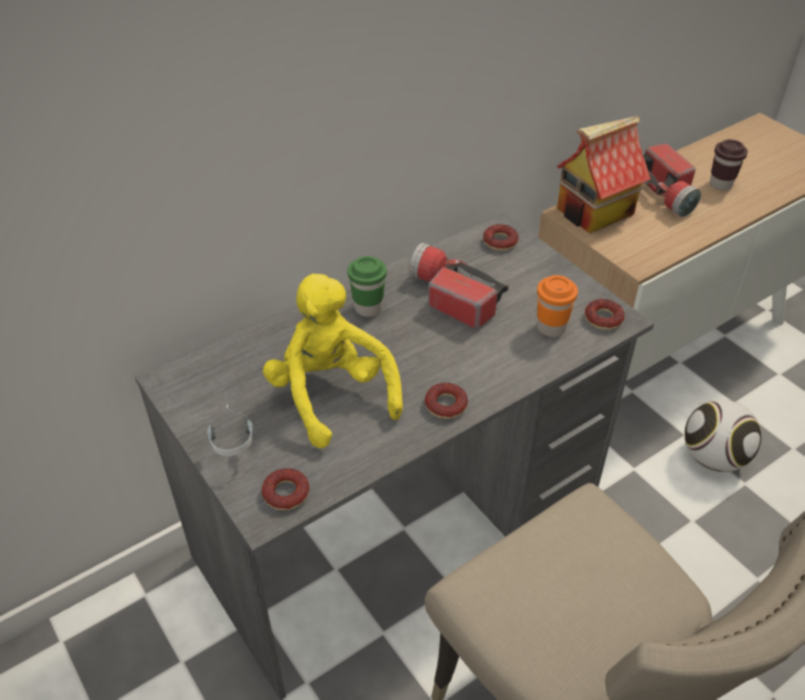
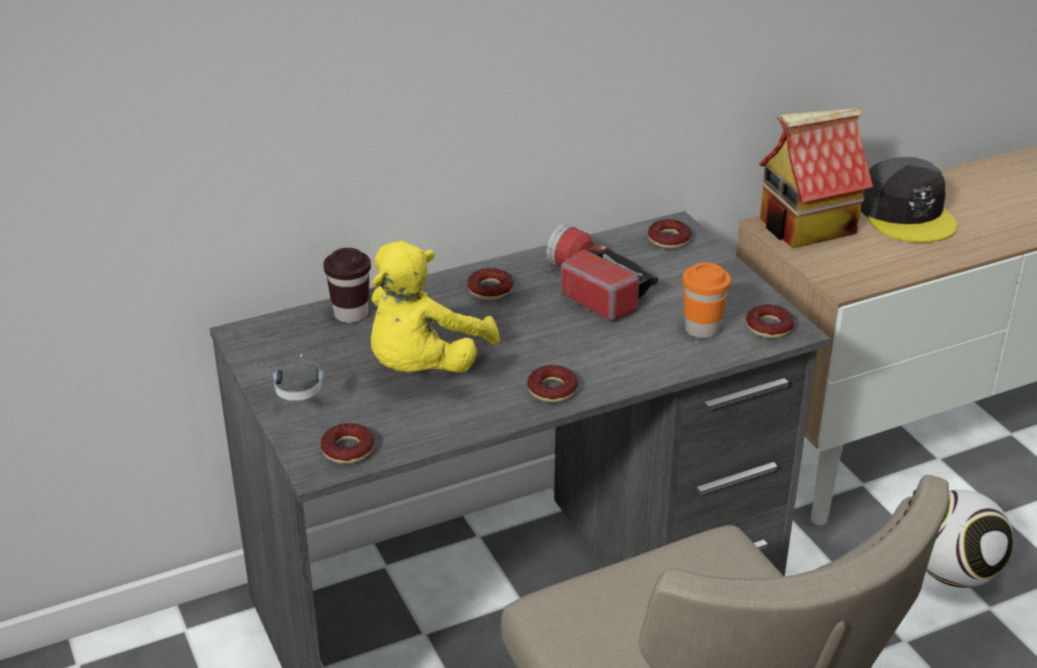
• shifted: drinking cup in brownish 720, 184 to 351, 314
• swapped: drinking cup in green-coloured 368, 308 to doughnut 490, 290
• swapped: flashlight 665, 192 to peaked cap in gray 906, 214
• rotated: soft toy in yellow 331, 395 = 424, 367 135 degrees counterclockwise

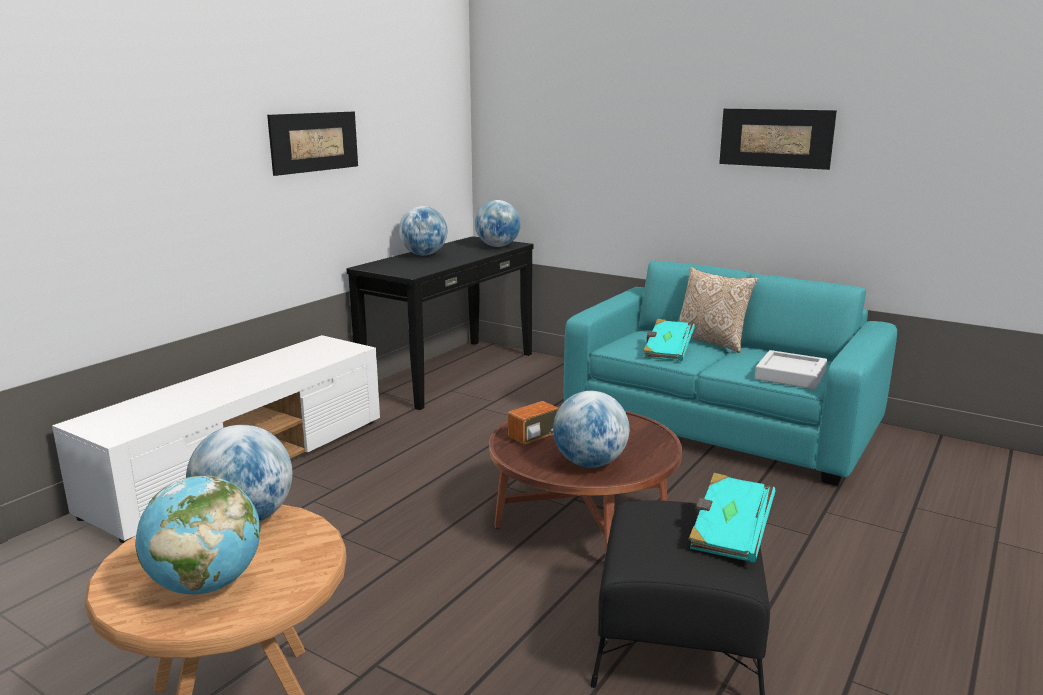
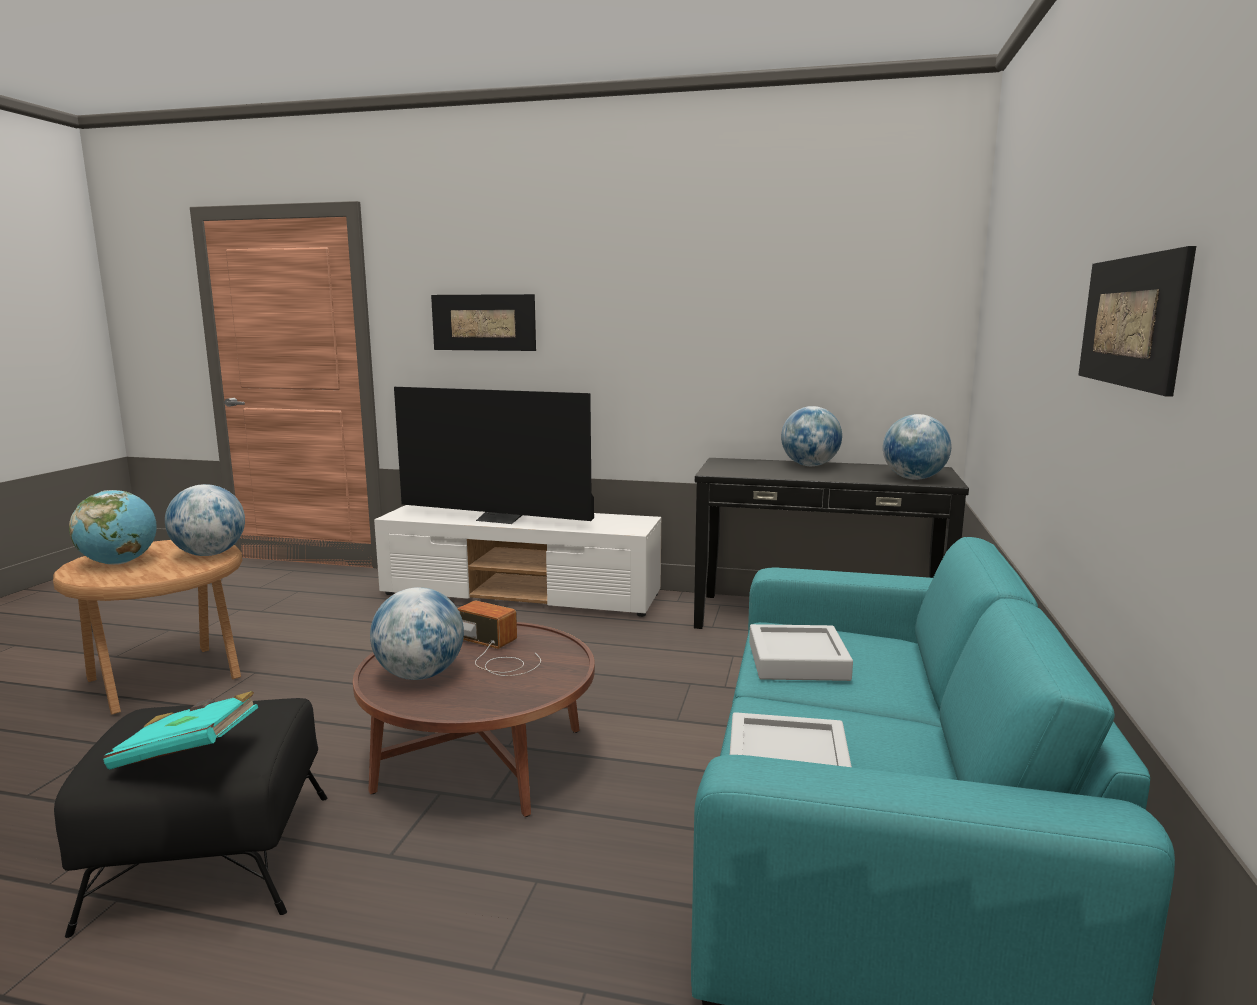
• gone: pillow 711, 342
• new: television 500, 519
• shifted: picture 314, 142 to 483, 322
• swapped: book in turquoise 667, 352 to serving tray in gray 797, 661

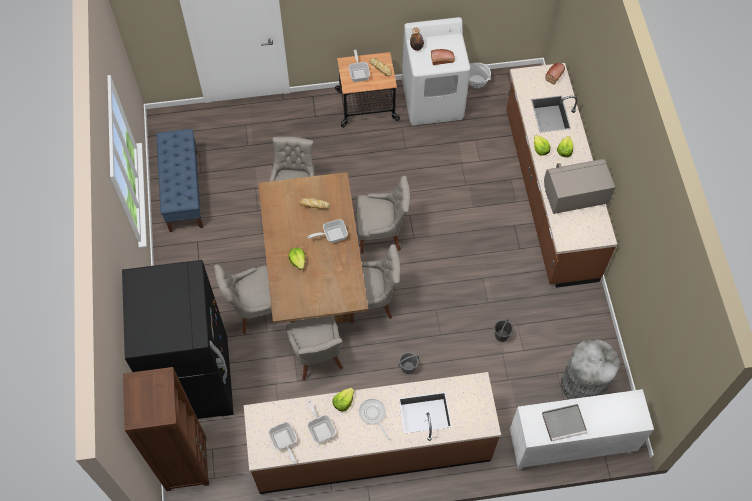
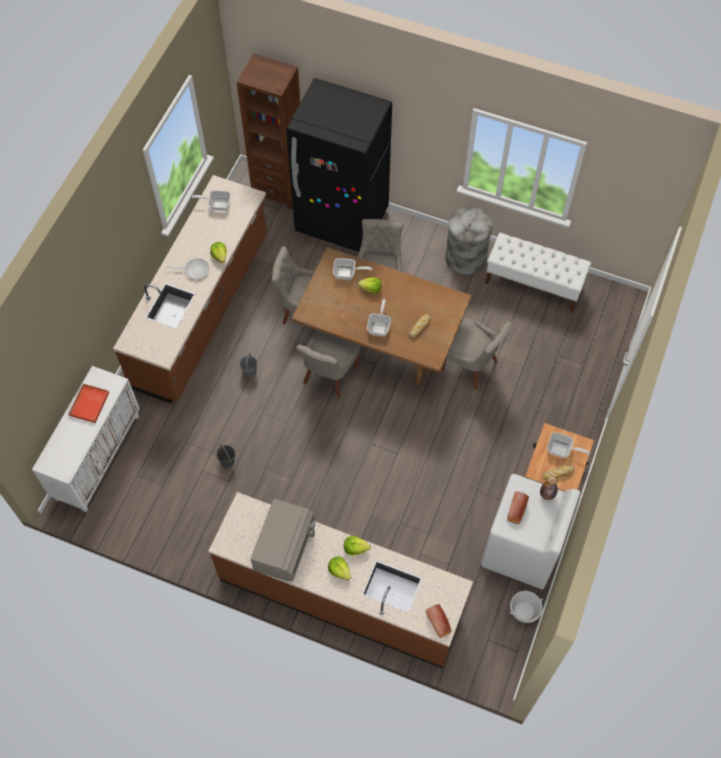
• gone: chair in gray 381, 234
• shifted: pan 320, 428 to 347, 273
• shifted: trash can in gray 583, 384 to 466, 258
• repainted: bench in blue 183, 191 to bench in white-coloured 534, 284
• repainted: serving tray in gray 564, 422 to serving tray in red-coloured 89, 405

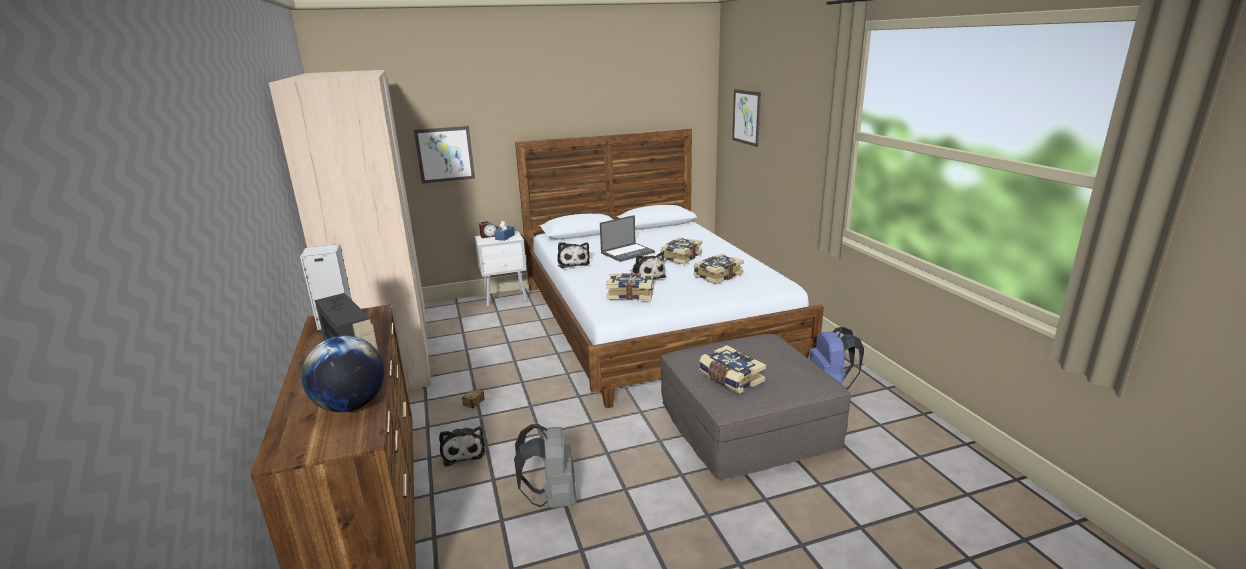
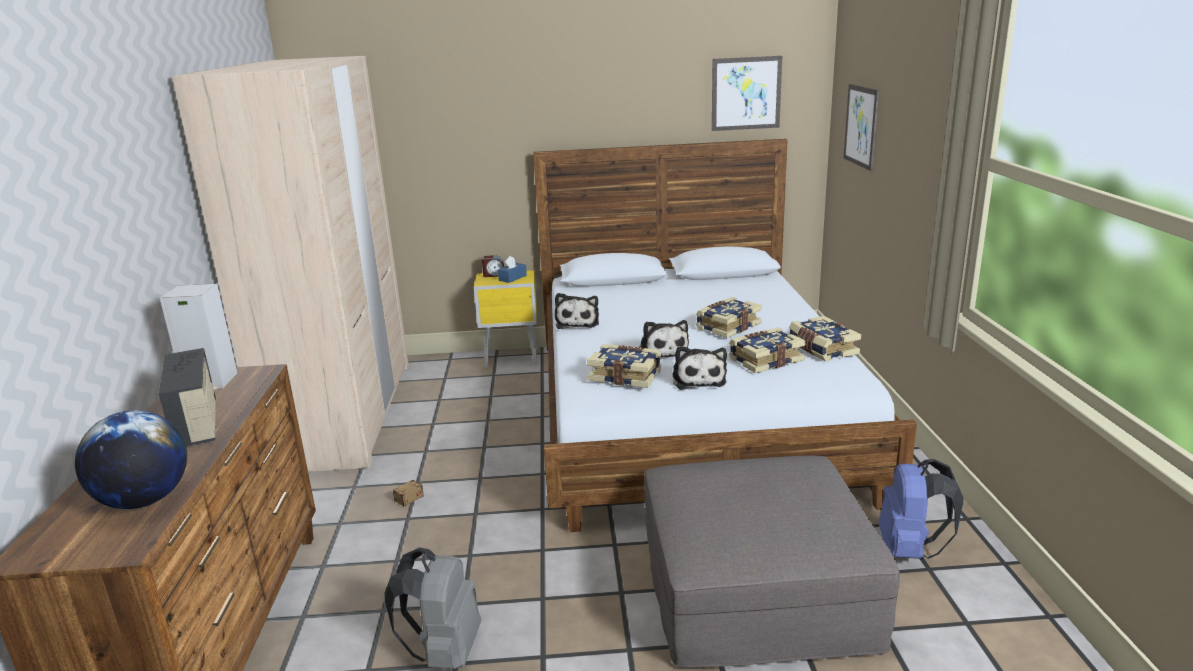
• gone: laptop 628, 252
• shifted: picture 445, 154 to 746, 93
• shifted: soft toy 463, 452 to 698, 379
• shifted: book 730, 378 to 821, 349
• repainted: bedside table in white-coloured 506, 299 to bedside table in yellow 513, 359

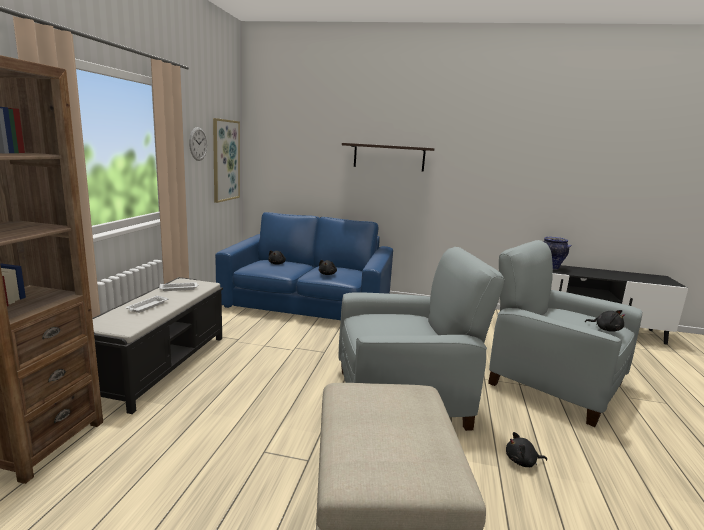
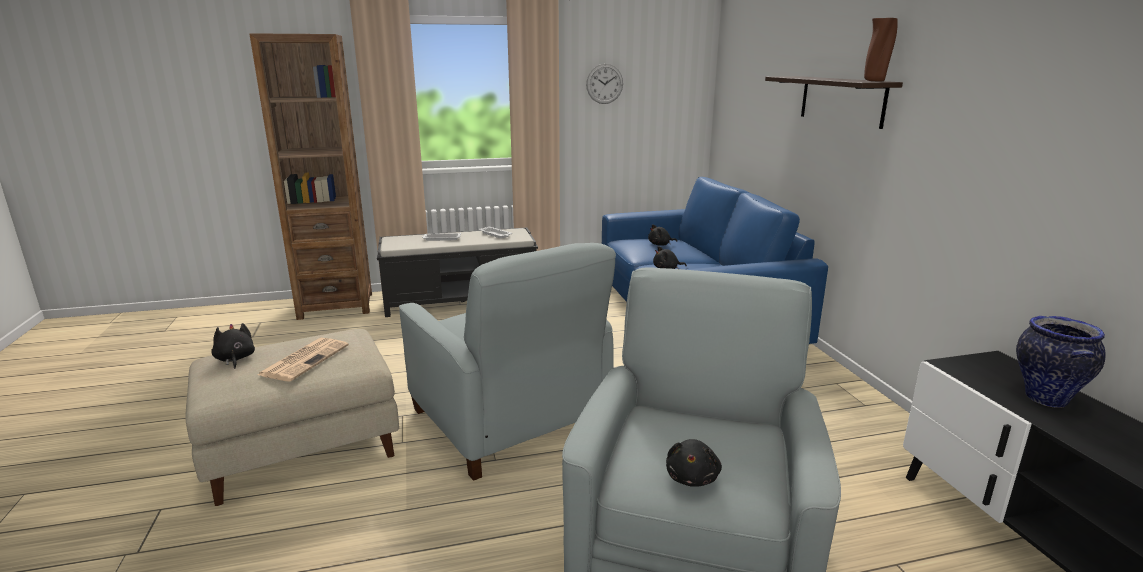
• gone: picture 225, 160
• new: printed paper 305, 359
• new: decorative vase in brownish 875, 81
• shifted: soft toy in blackish 522, 461 to 235, 359

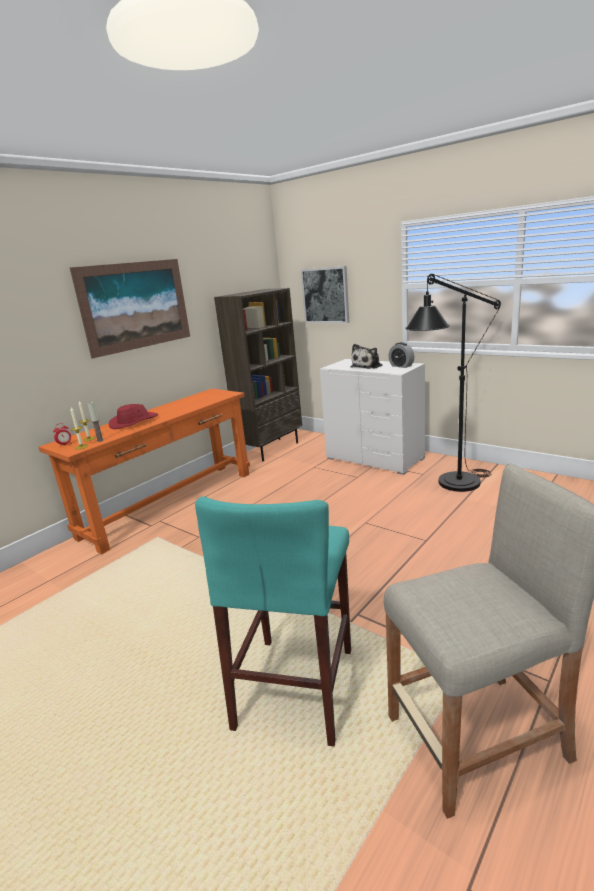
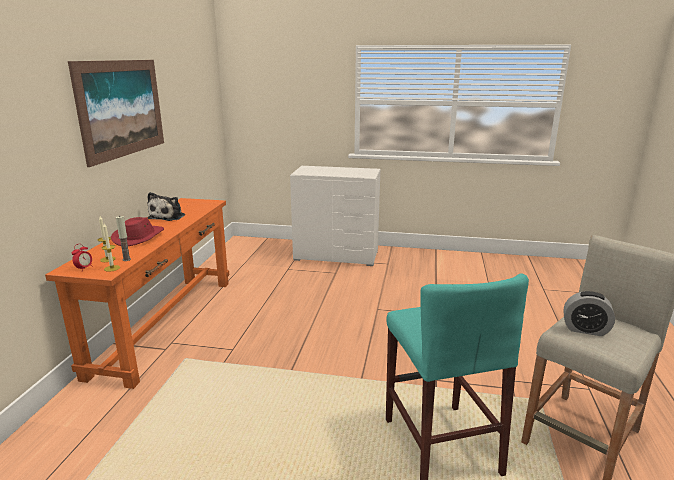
• gone: bookshelf in brownish 271, 449
• gone: picture 325, 295
• gone: standard lamp in blackish 450, 486
• shifted: soft toy 368, 366 to 168, 216
• shifted: table clock 401, 366 to 585, 329

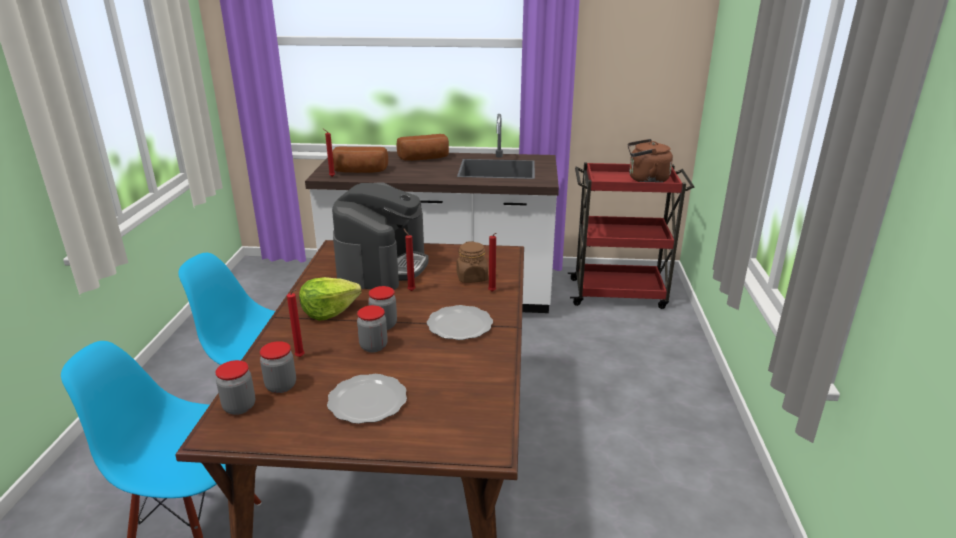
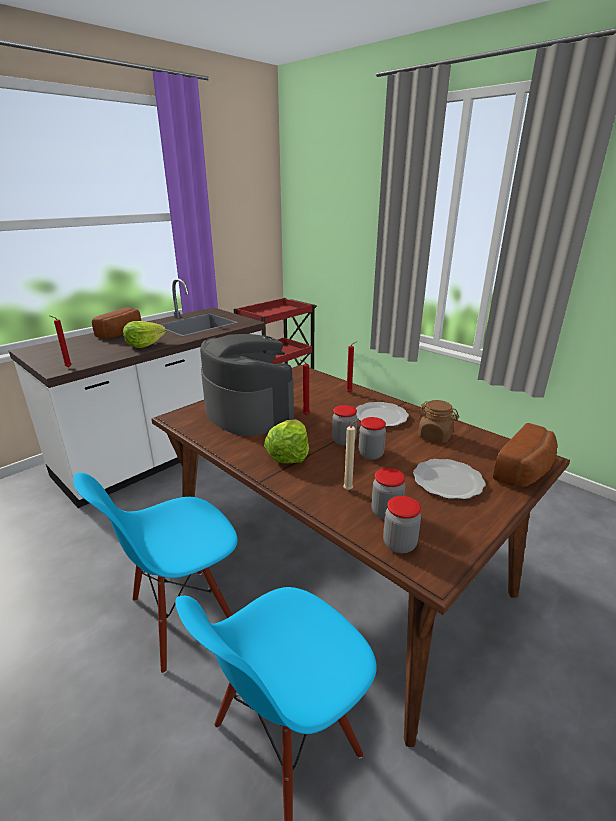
• gone: water kettle in brownish 645, 180
• new: head of lettuce 144, 344
• shifted: baked bread 359, 171 to 526, 471
• shifted: jar in brownish 472, 277 to 435, 436
• repainted: wax candle in red-coloured 301, 357 to wax candle in beige 349, 489

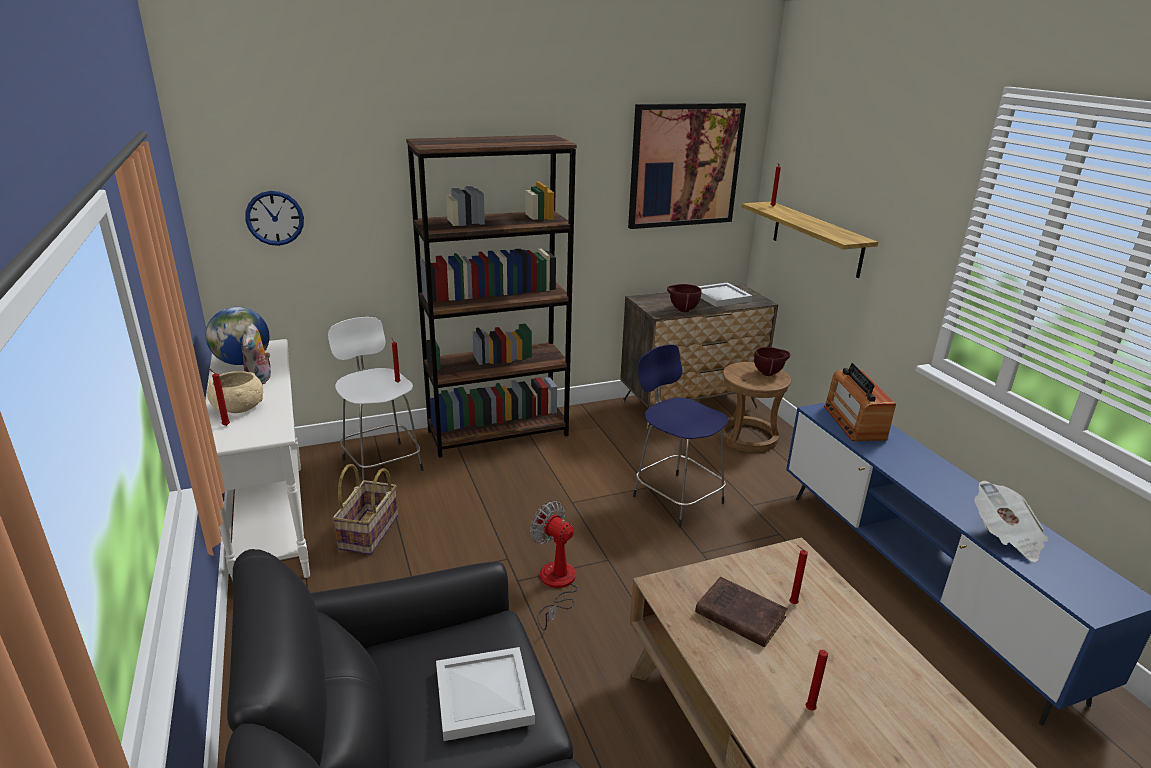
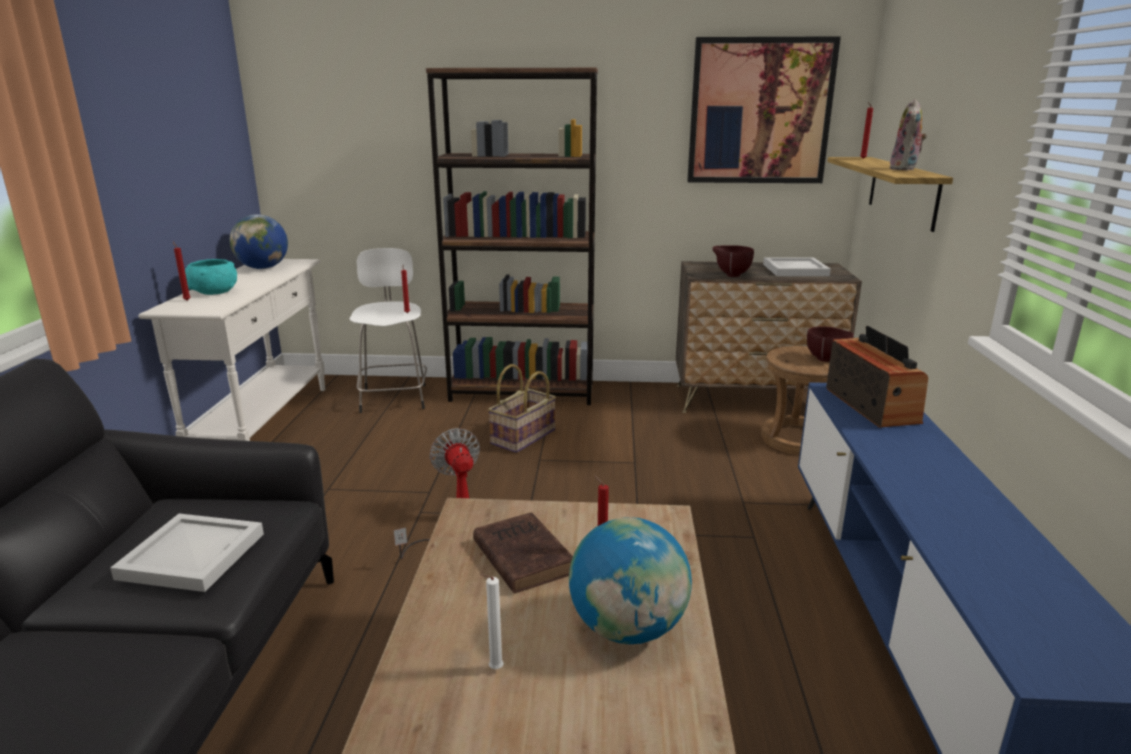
• gone: hanging clock 274, 218
• gone: stool in blue 675, 498
• gone: printed paper 1005, 537
• new: globe 628, 628
• shifted: soft toy 260, 381 to 905, 169
• shifted: basket 370, 532 to 524, 437
• repainted: deep dish in beige 238, 407 to deep dish in turquoise 214, 292
• repainted: wax candle in red-coloured 809, 710 to wax candle in white-coloured 494, 669
• rotated: radio set 854, 422 = 871, 405 150 degrees clockwise

